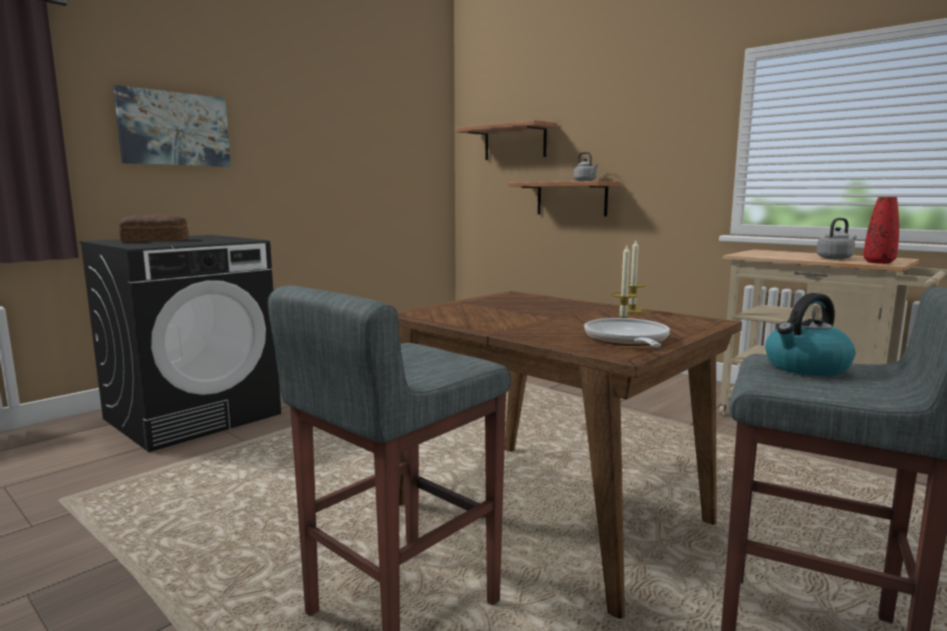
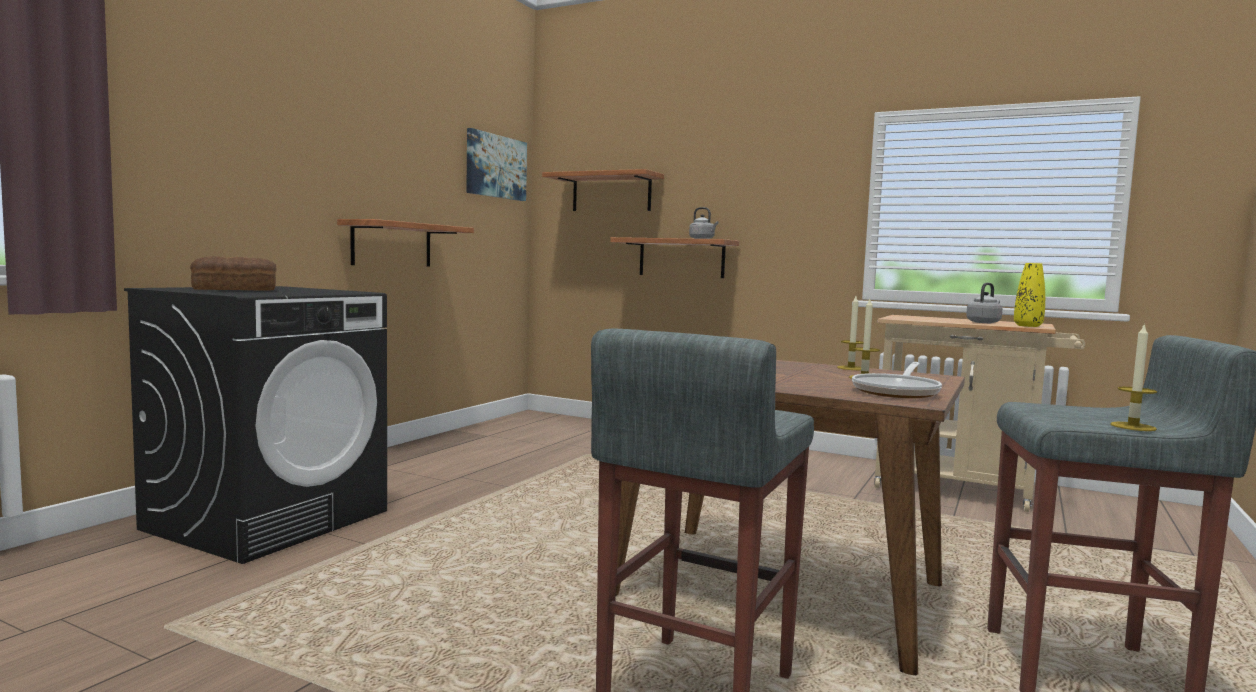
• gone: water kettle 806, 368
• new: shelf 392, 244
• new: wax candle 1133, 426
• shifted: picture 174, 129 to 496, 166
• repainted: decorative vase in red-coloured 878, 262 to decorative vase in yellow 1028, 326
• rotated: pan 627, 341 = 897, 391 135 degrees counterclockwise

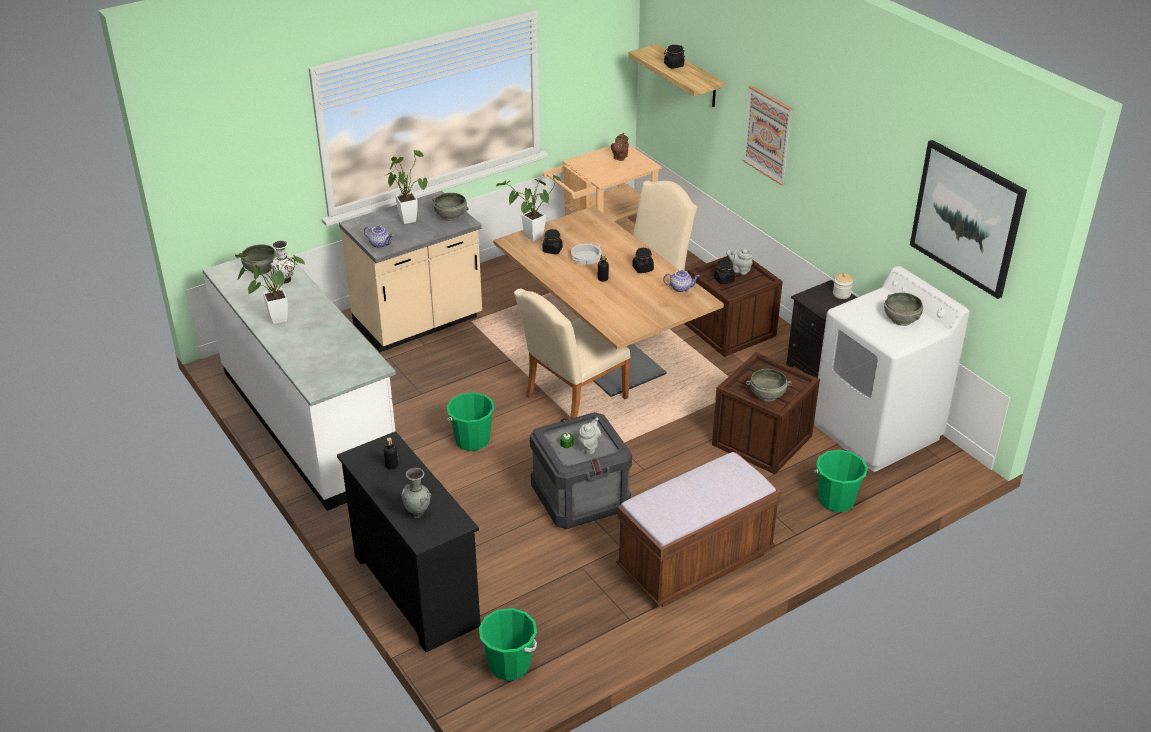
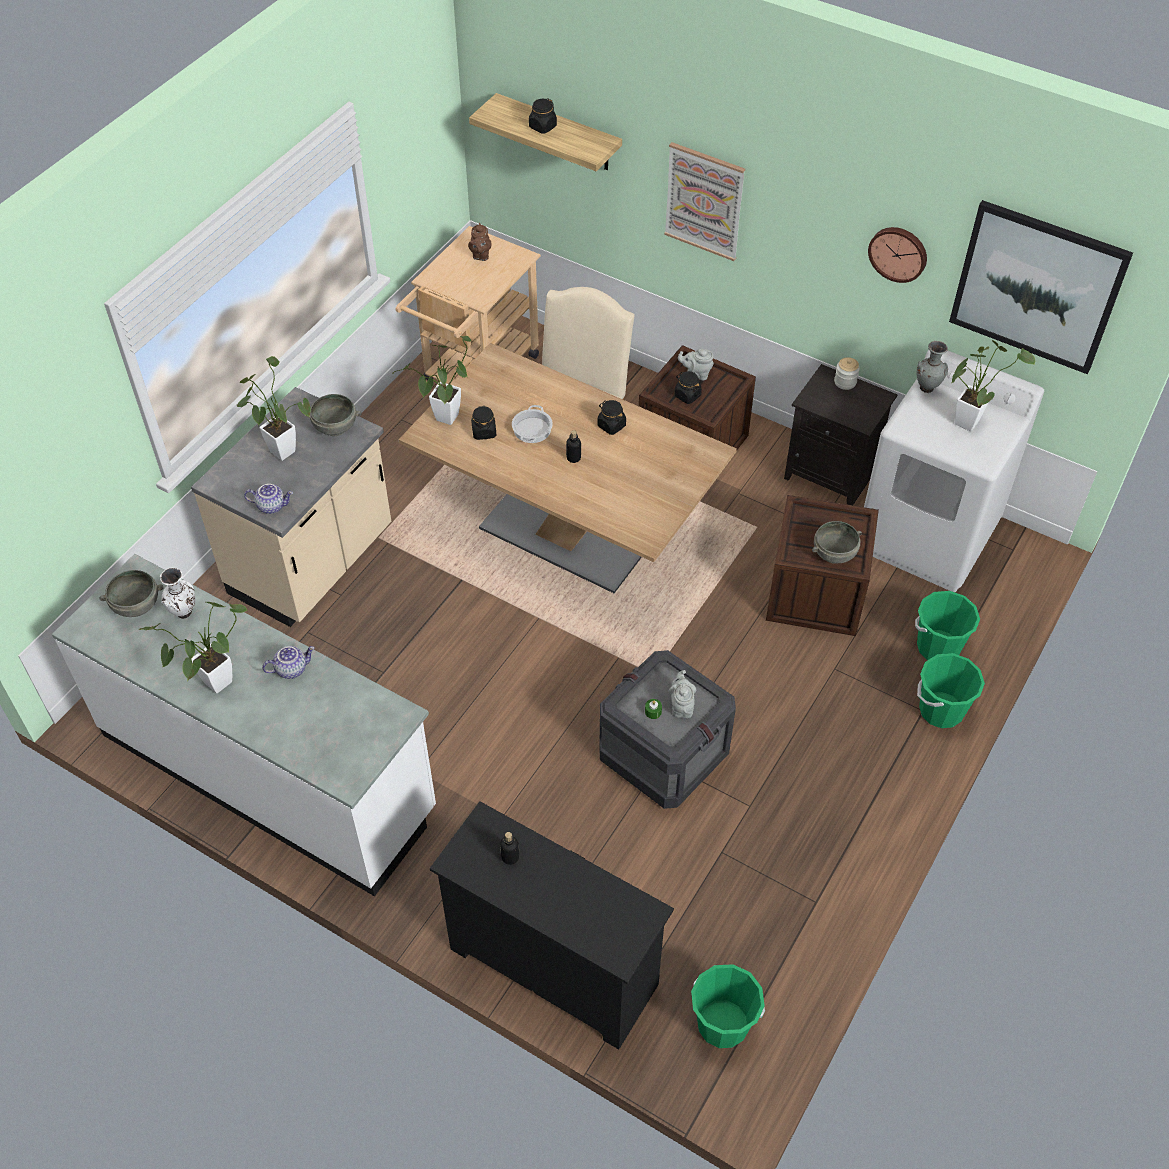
• gone: chair in beige 571, 400
• gone: bench in brownish 695, 562
• new: hanging clock 898, 253
• shifted: decorative vase in gray 418, 513 to 927, 388
• shifted: water bucket in green-coloured 472, 440 to 941, 710
• shifted: teapot 681, 288 to 291, 668
• swapped: deep dish in gray 901, 319 to houseplant 969, 420

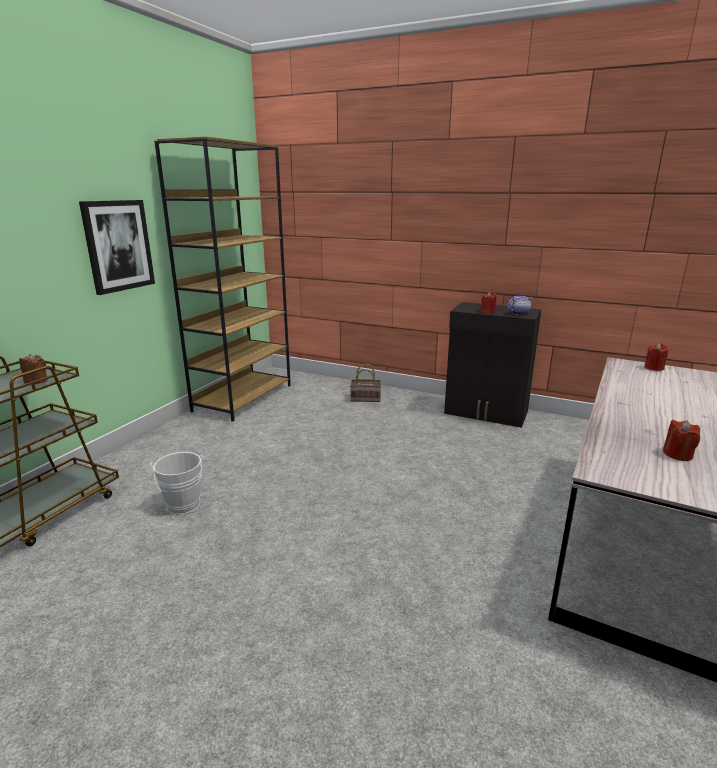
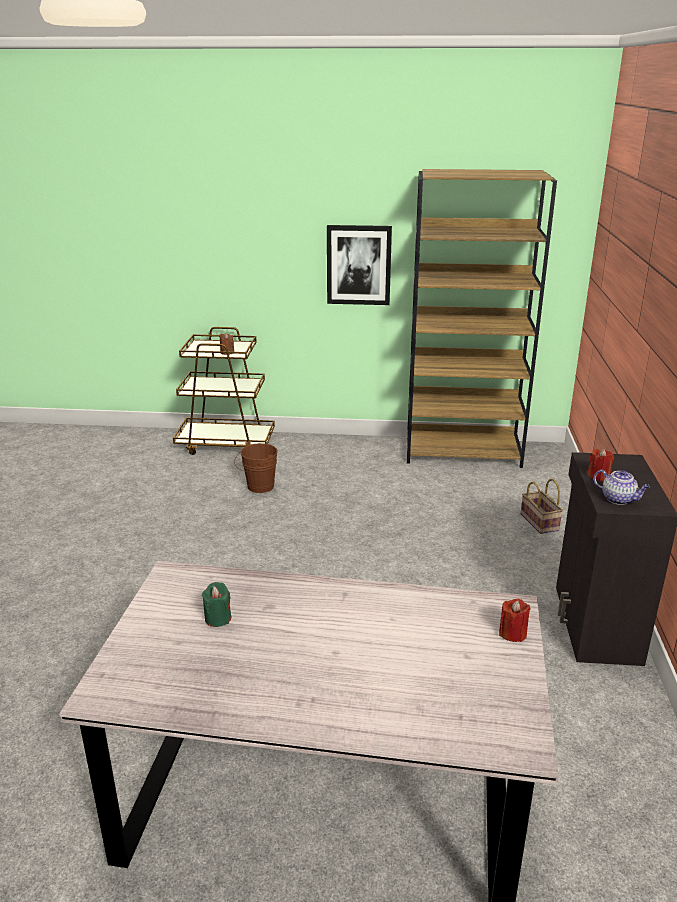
• repainted: water bucket in white-coloured 183, 506 to water bucket in brownish 258, 487
• repainted: wax candle in red-coloured 677, 454 to wax candle in green-coloured 218, 618

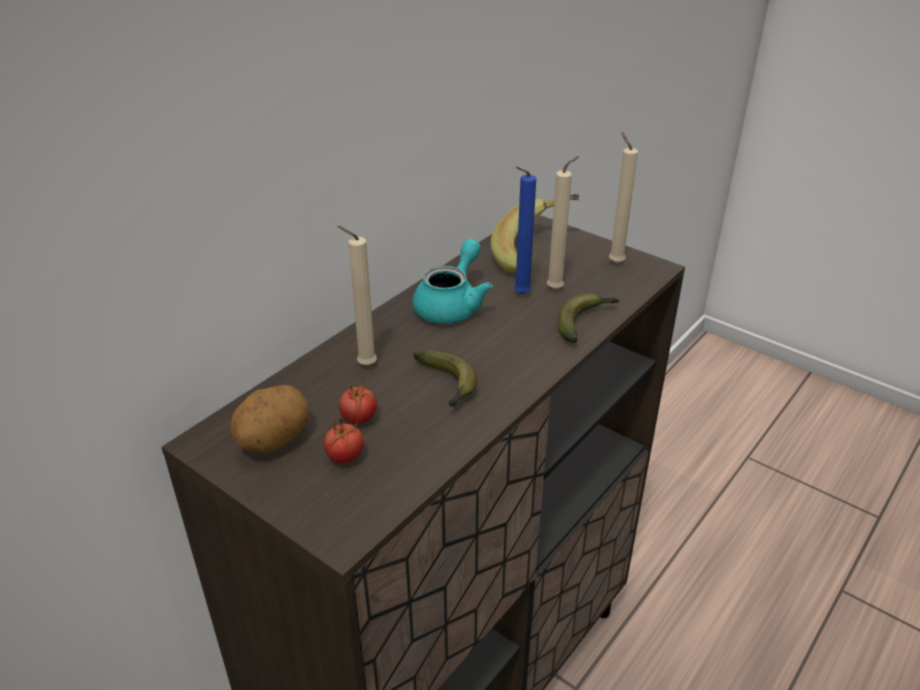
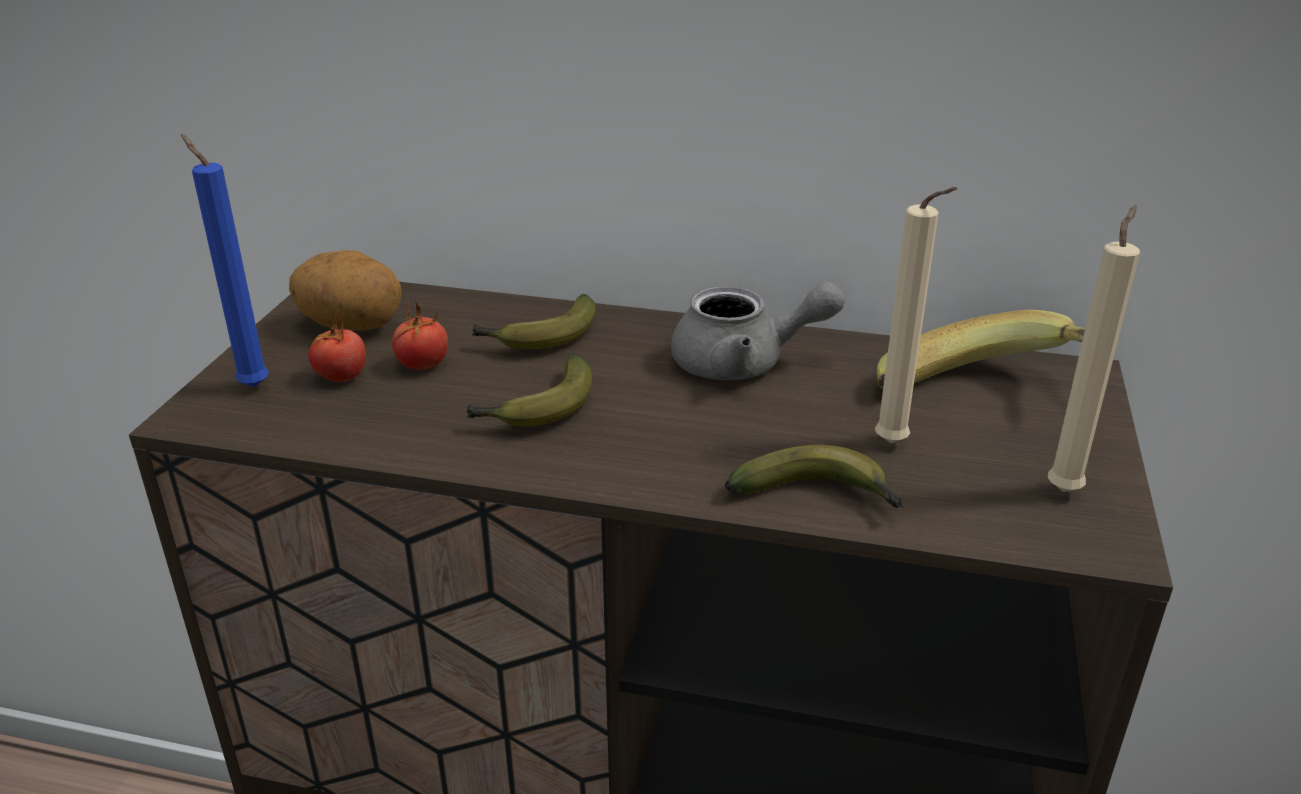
• shifted: wax candle in blue 519, 295 to 251, 385
• swapped: wax candle in beige 364, 365 to banana 539, 338
• repainted: teapot in turquoise 452, 305 to teapot in gray 744, 363

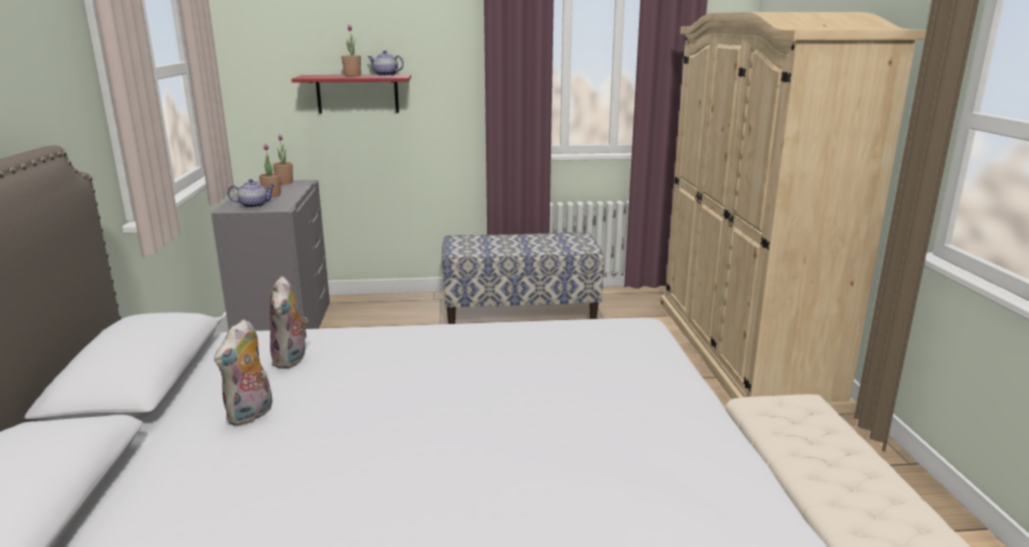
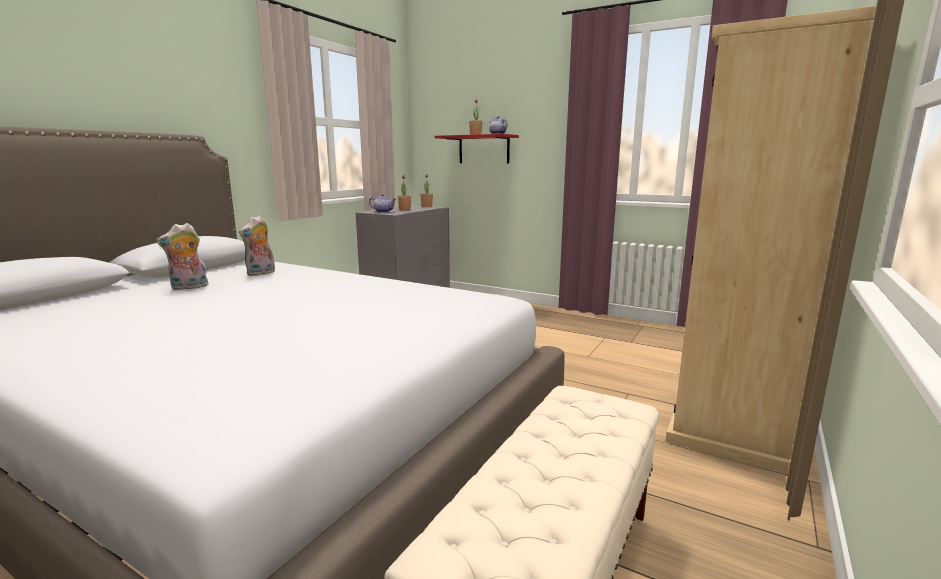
• gone: bench 520, 312

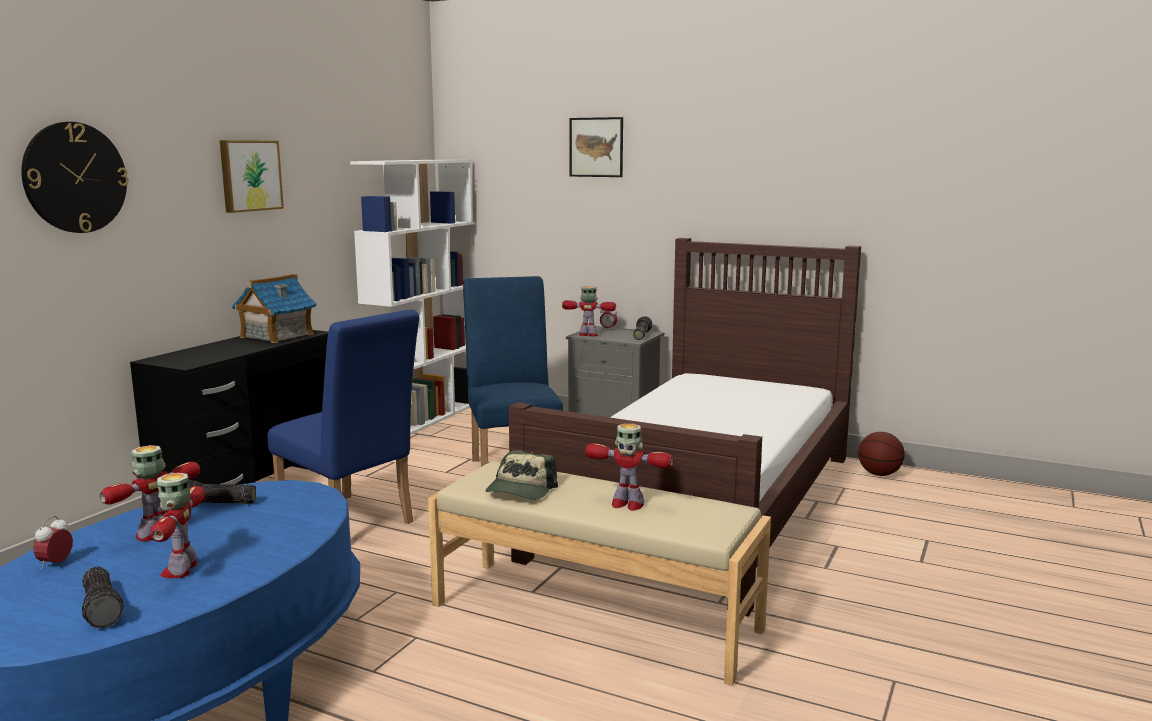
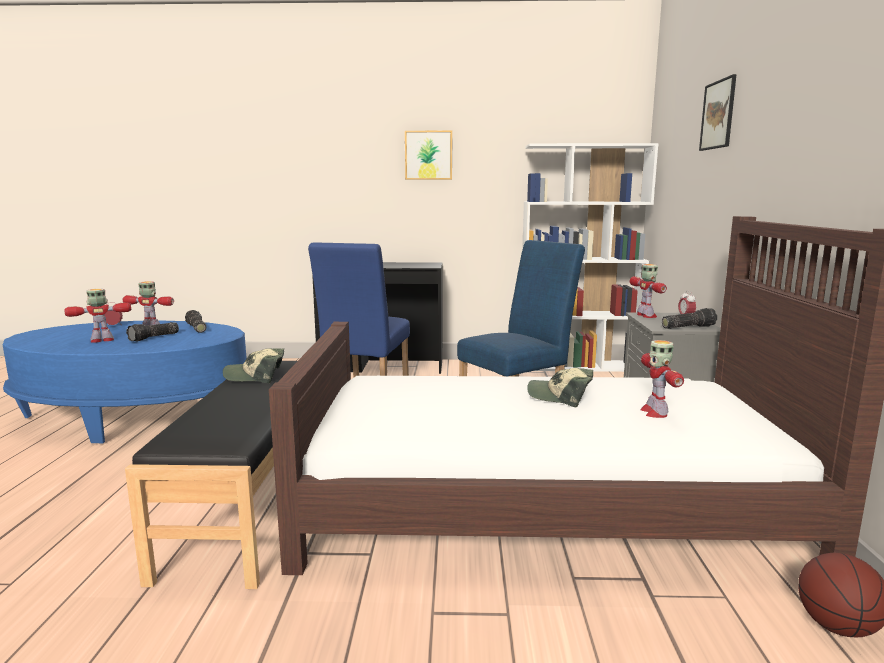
• gone: hanging clock 75, 177
• gone: model house 276, 336
• new: peaked cap 560, 396
• shifted: flashlight 103, 608 to 154, 337
• shifted: model robot 627, 504 to 654, 412
• repainted: bench in beige 595, 616 to bench in blackish 258, 499

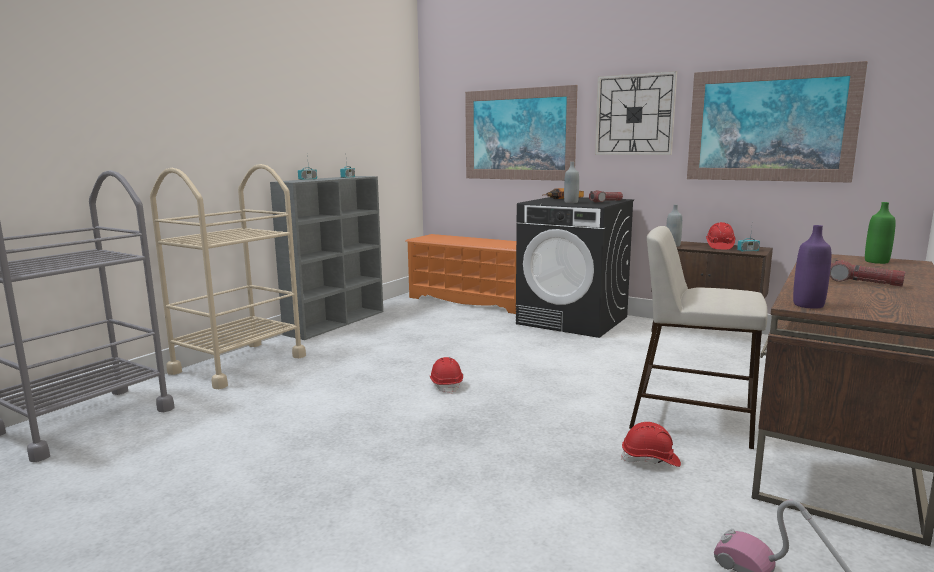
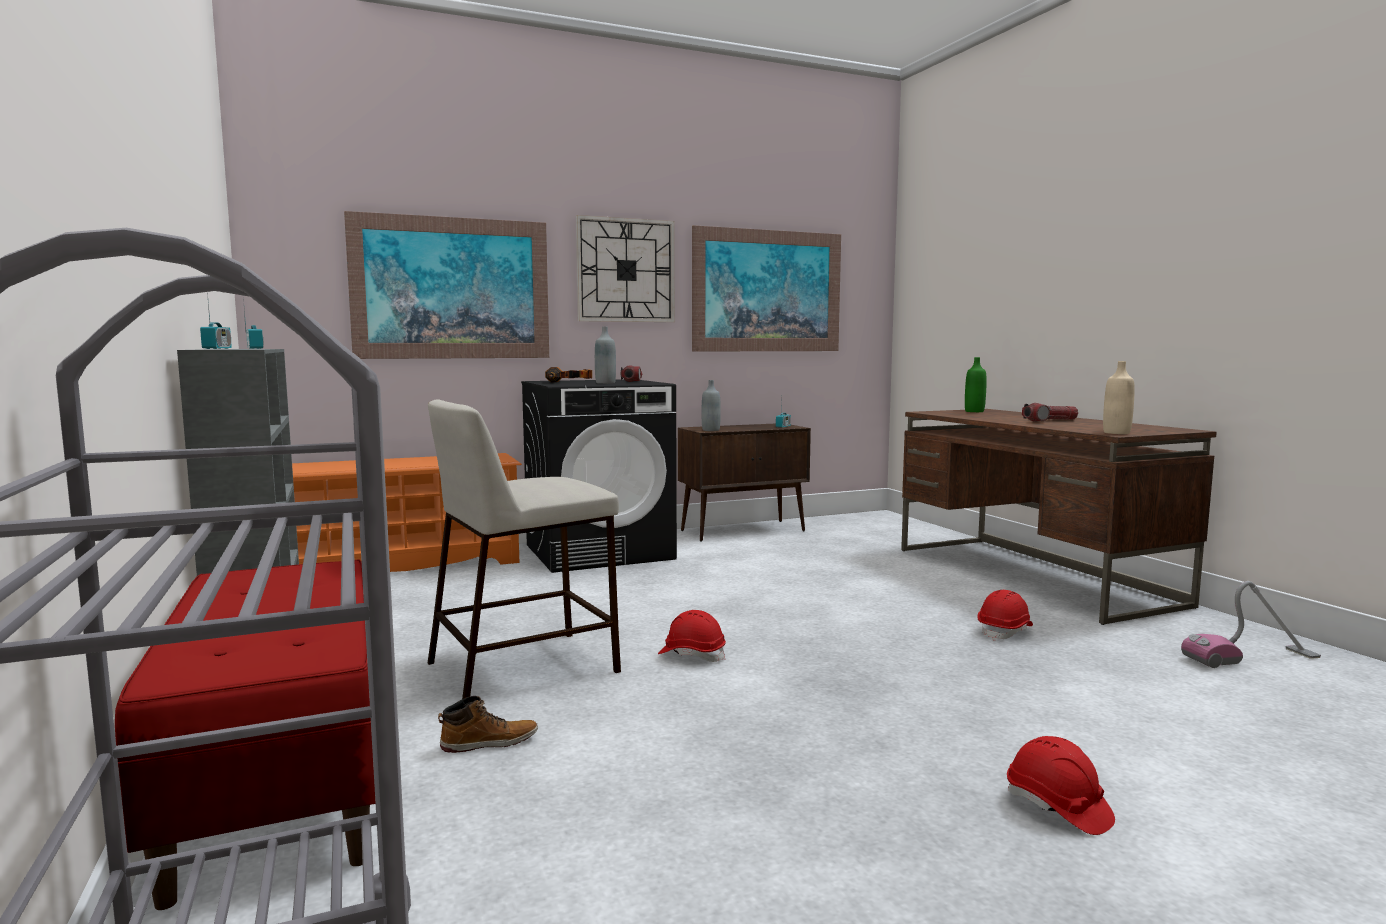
• new: tall boot 489, 742
• shifted: stool in beige 694, 419 to 525, 666
• shifted: safety helmet in red-coloured 719, 246 to 1057, 808
• swapped: wheeled cart in beige 238, 364 to bench in red-coloured 280, 780
• repainted: beverage bottle in purplish 808, 305 to beverage bottle in beige 1116, 433

